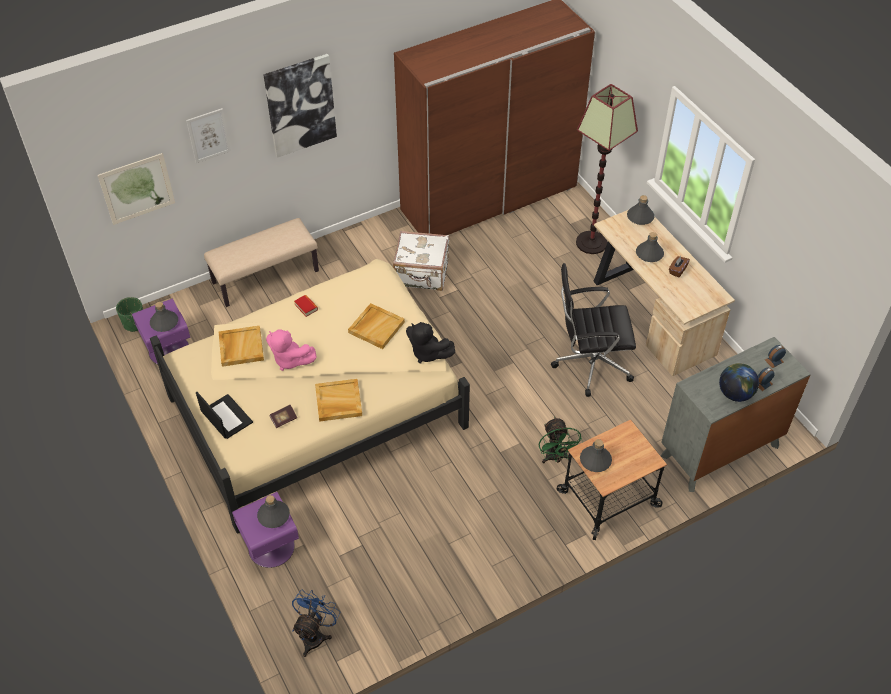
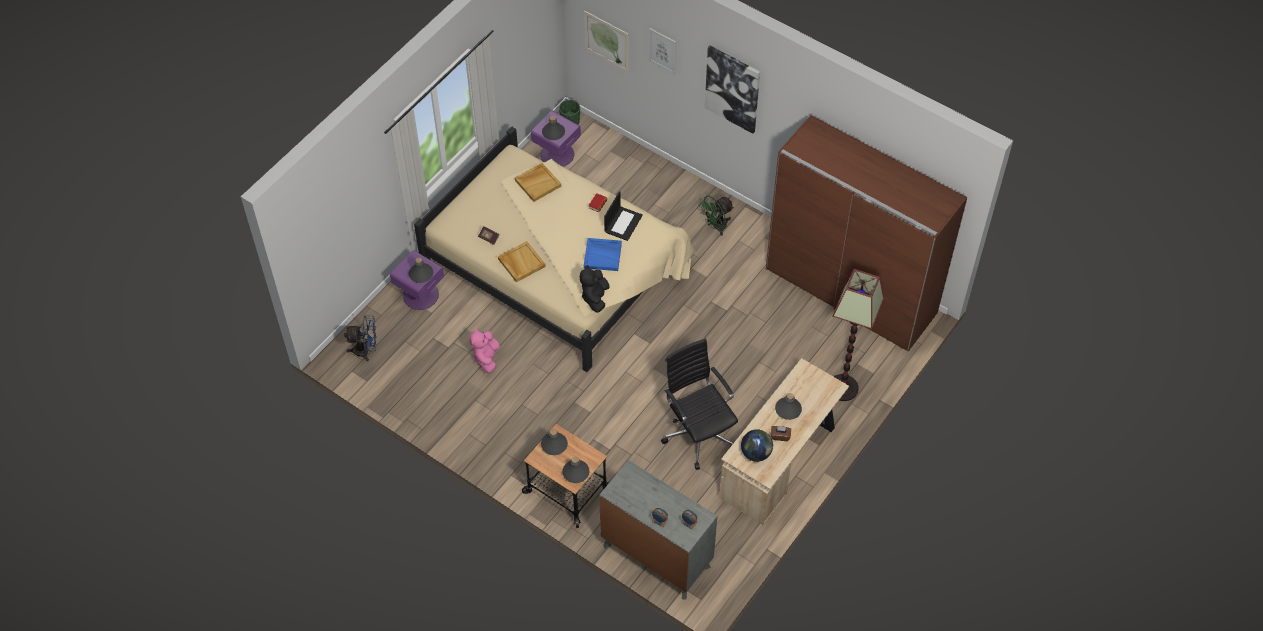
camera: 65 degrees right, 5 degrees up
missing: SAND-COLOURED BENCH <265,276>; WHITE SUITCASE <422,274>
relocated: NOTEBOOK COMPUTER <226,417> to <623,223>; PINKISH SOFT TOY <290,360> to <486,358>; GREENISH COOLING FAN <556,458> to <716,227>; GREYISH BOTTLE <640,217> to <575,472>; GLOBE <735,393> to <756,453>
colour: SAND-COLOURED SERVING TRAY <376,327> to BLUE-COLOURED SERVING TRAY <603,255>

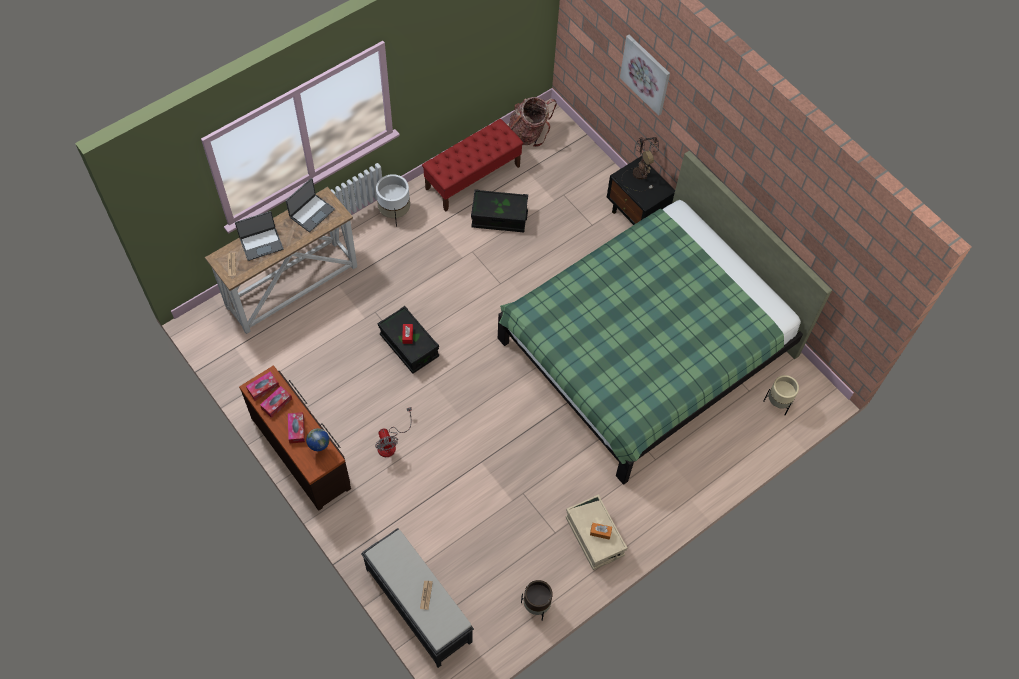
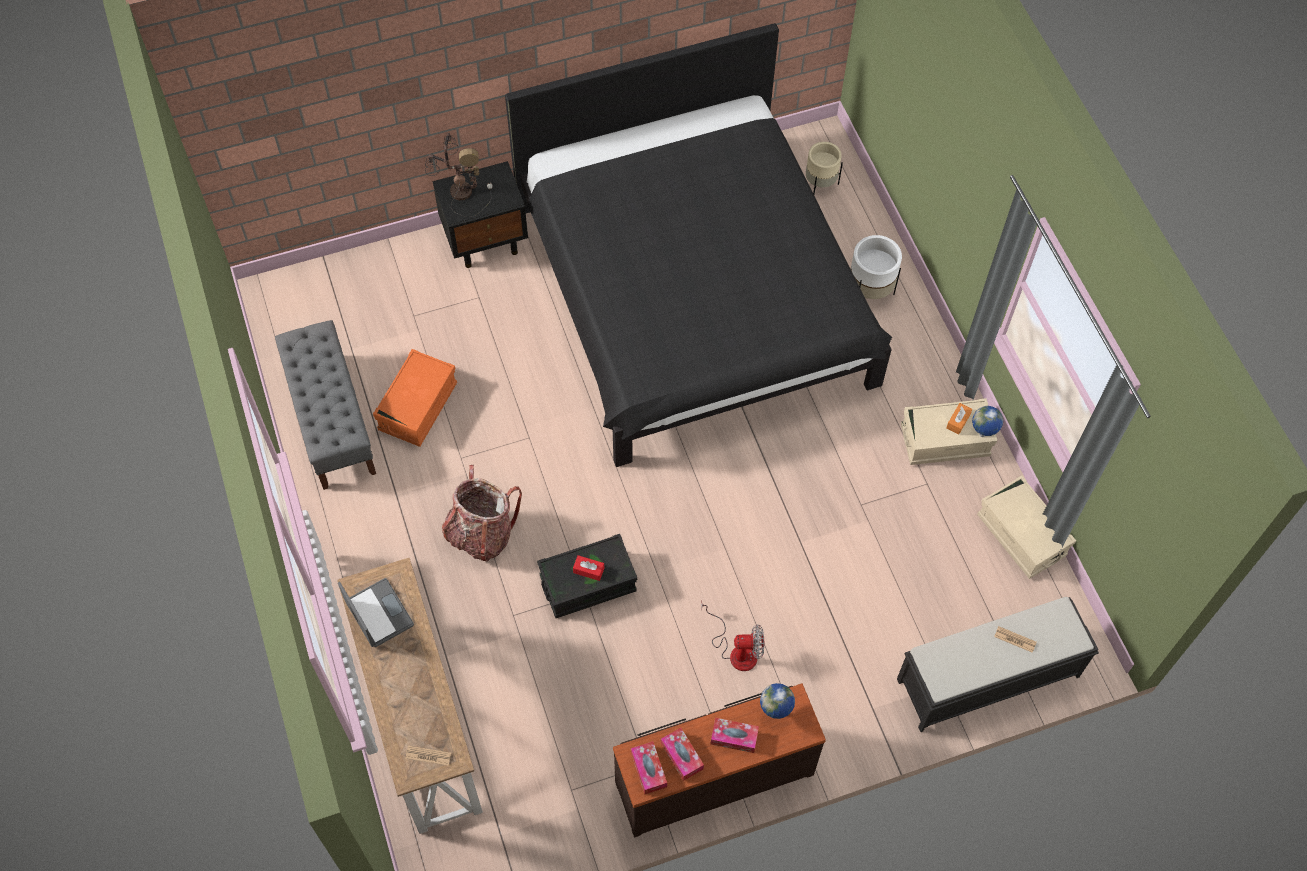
camera: 70 degrees left, 0 degrees up
missing: NOTEBOOK COMPUTER <261,243>; WALL ART <646,74>
appeared: GLOBE <982,435>
relocated: WHITE PLANTER <394,213> to <869,291>; RUCKSACK <528,134> to <481,533>
exchanged: BROWNISH PLANTER <536,606> to SAND-COLOURED STORAGE BOX <1021,535>
colour: RED BENCH <473,177> to GREYISH BENCH <331,420>; BLACKISH STORAGE BOX <499,218> to ORANGEY STORAGE BOX <418,407>; GREENISH BED <646,347> to BLACKISH BED <693,297>

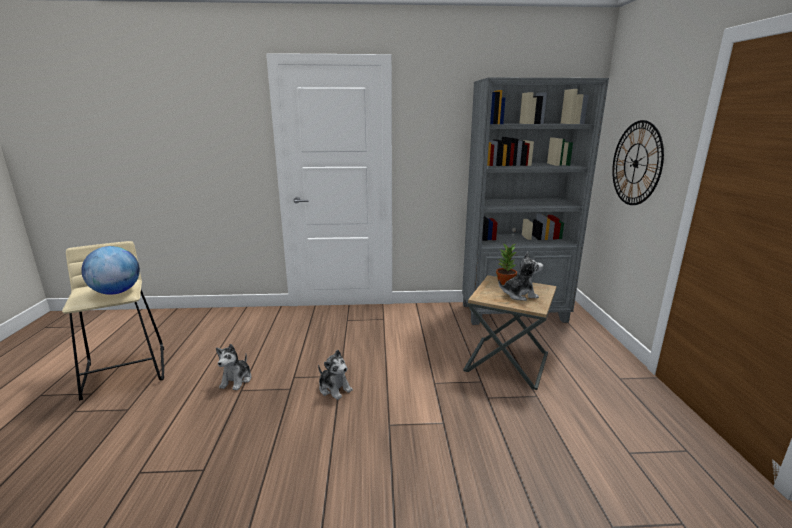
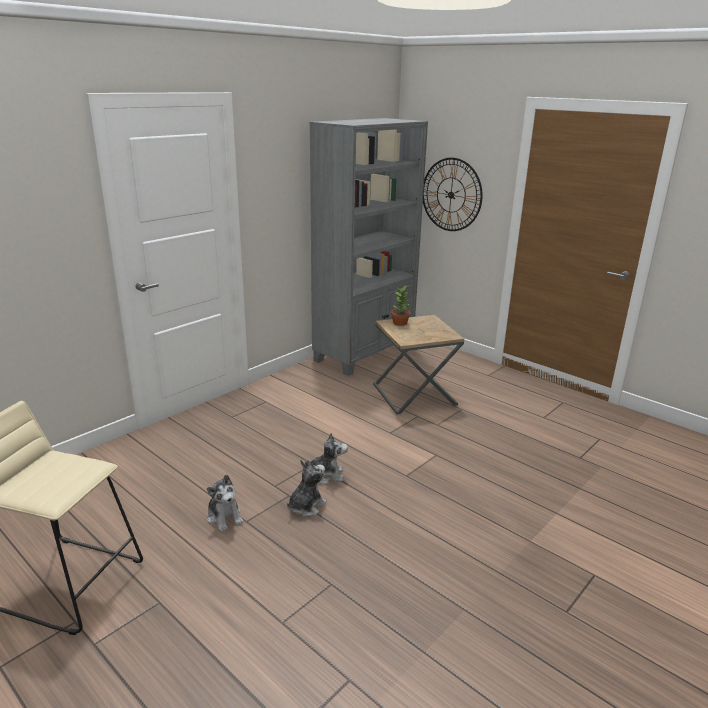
camera: 45 degrees left, 5 degrees up
missing: GLOBE <116,292>
relocated: SOFT TOY <519,295> to <306,506>

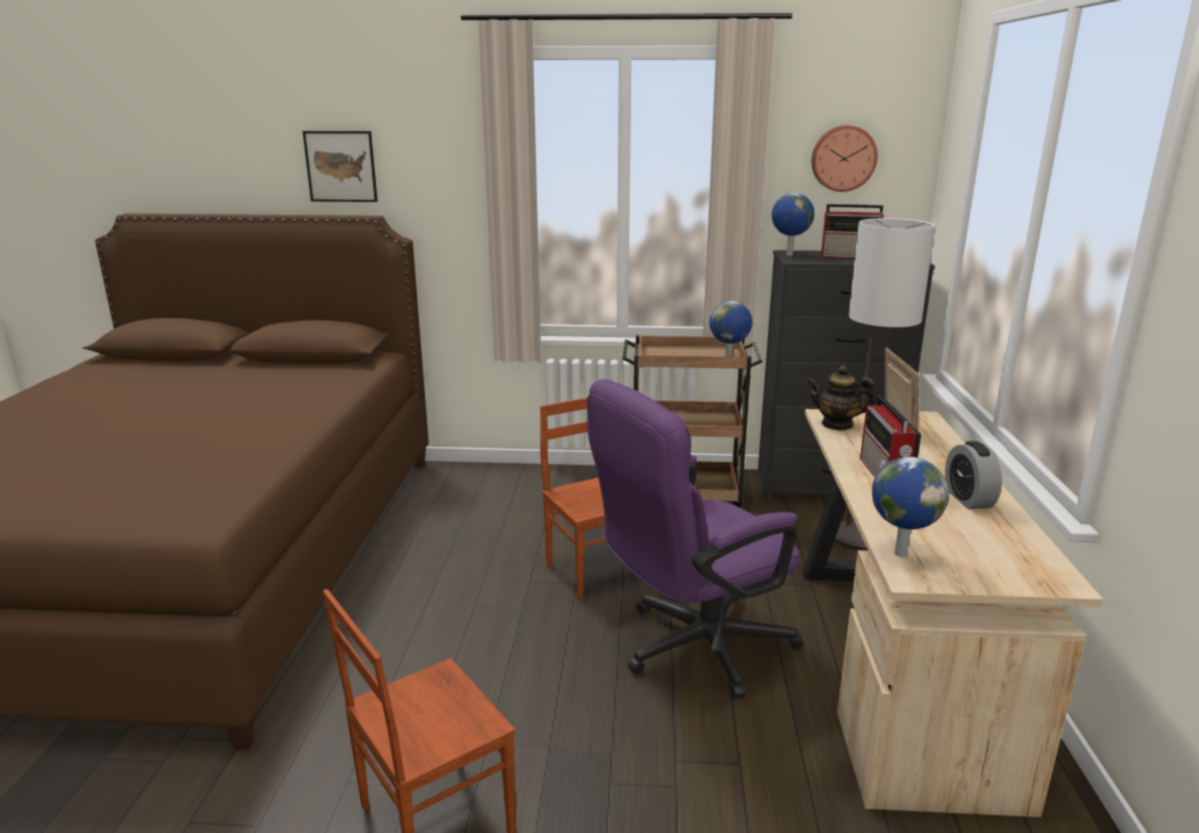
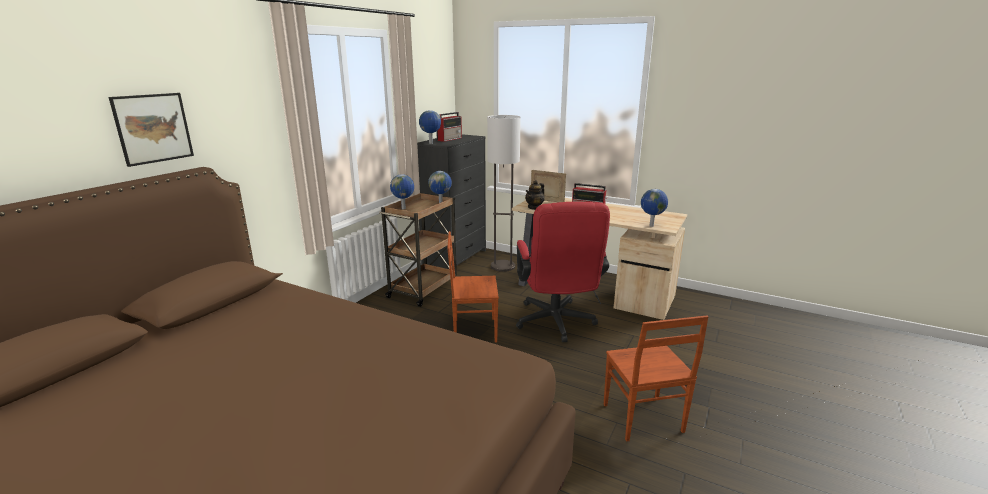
camera: 65 degrees left, 0 degrees up
missing: CLOCK ON THE WALL <843,158>; BEDSIDE CLOCK <968,499>
appeared: GLOBE <404,208>
colour: PURPLE-COLOURED OFFICE CHAIR <691,648> to RED OFFICE CHAIR <556,324>

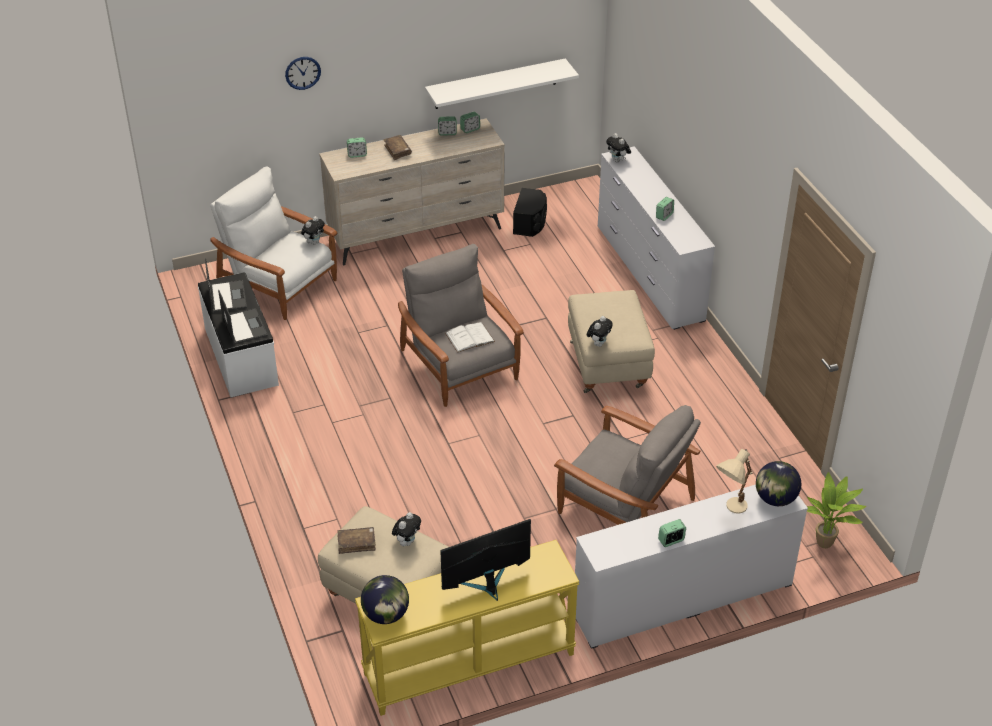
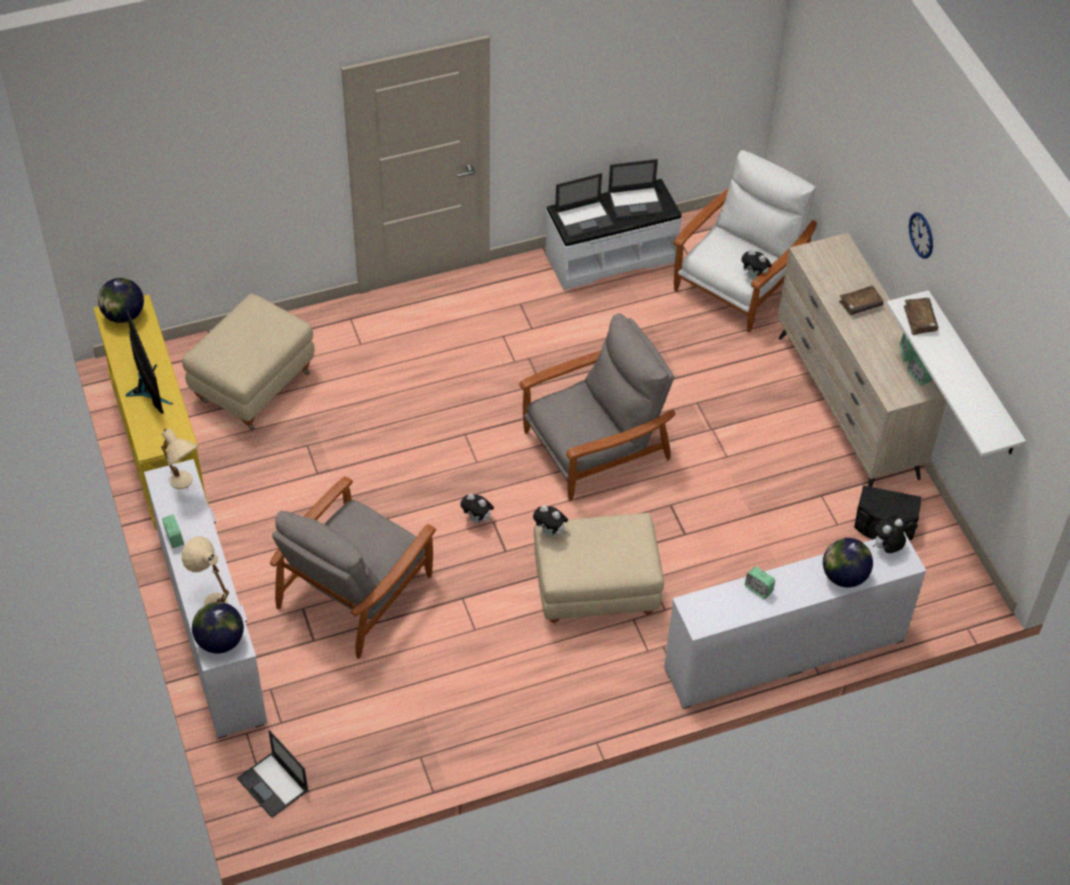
camera: 90 degrees right, 10 degrees up
missing: BEDSIDE CLOCK <357,154>; WHITE BOOK <469,337>
appeared: SAND-COLOURED TABLETOP LAMP <185,486>; GLOBE <844,576>
relocated: CLOCK ON THE WALL <303,73> to <921,235>; BROWNISH BOOK <356,543> to <920,320>; SOFT TOY <407,541> to <478,519>
exchanged: POTTED PLANT <827,544> to NOTEBOOK COMPUTER <273,785>

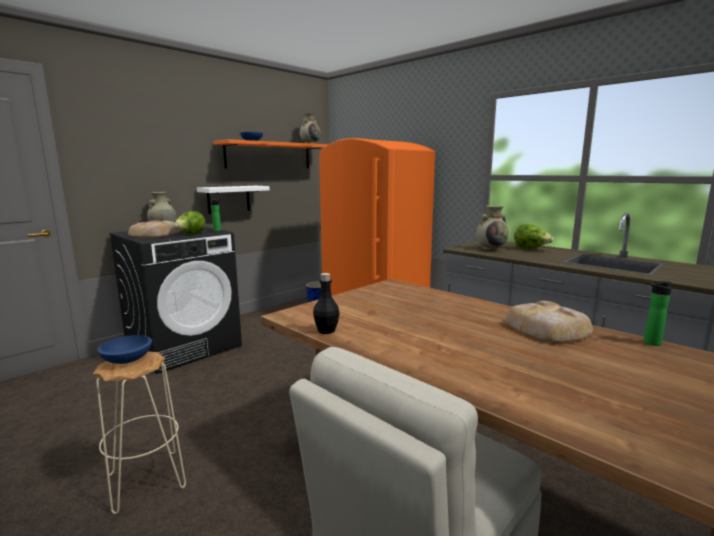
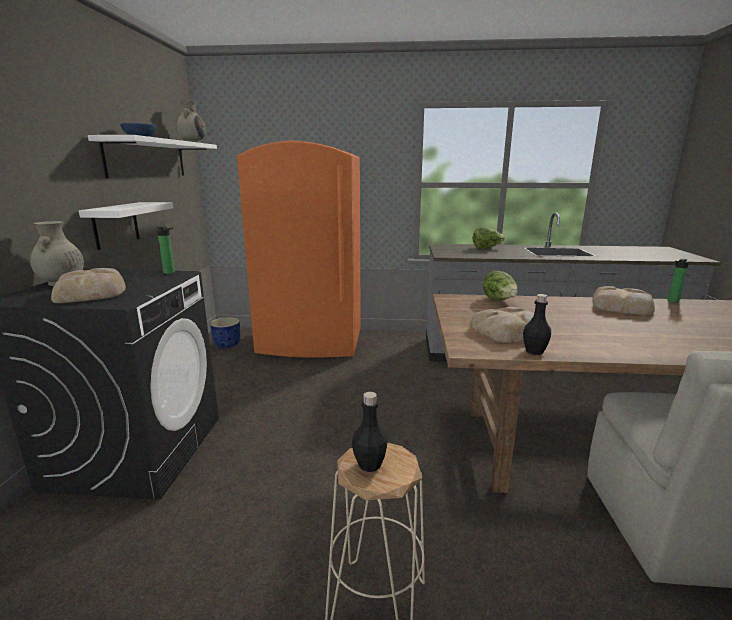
camera: 40 degrees left, 5 degrees up
missing: SAND-COLOURED FLOWER VASE <491,248>
appeared: BREAD <509,331>
relocated: LETTUCE <190,234> to <499,300>
exchanged: BLUE-COLOURED DEEP DISH <126,360> to BLACKISH BOTTLE <369,464>
colour: ORANGEY BRACKET SHELF <269,156> to WHITE BRACKET SHELF <147,158>

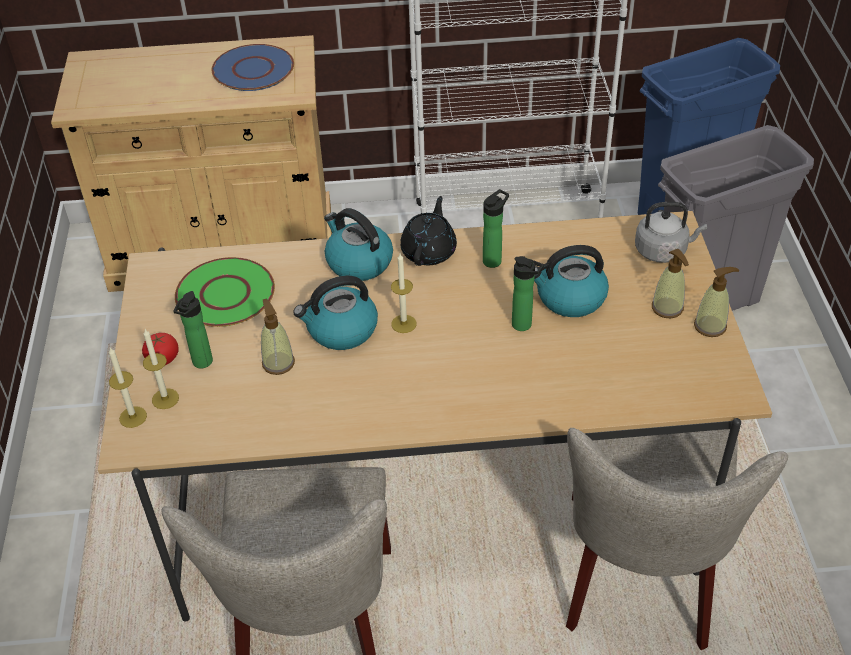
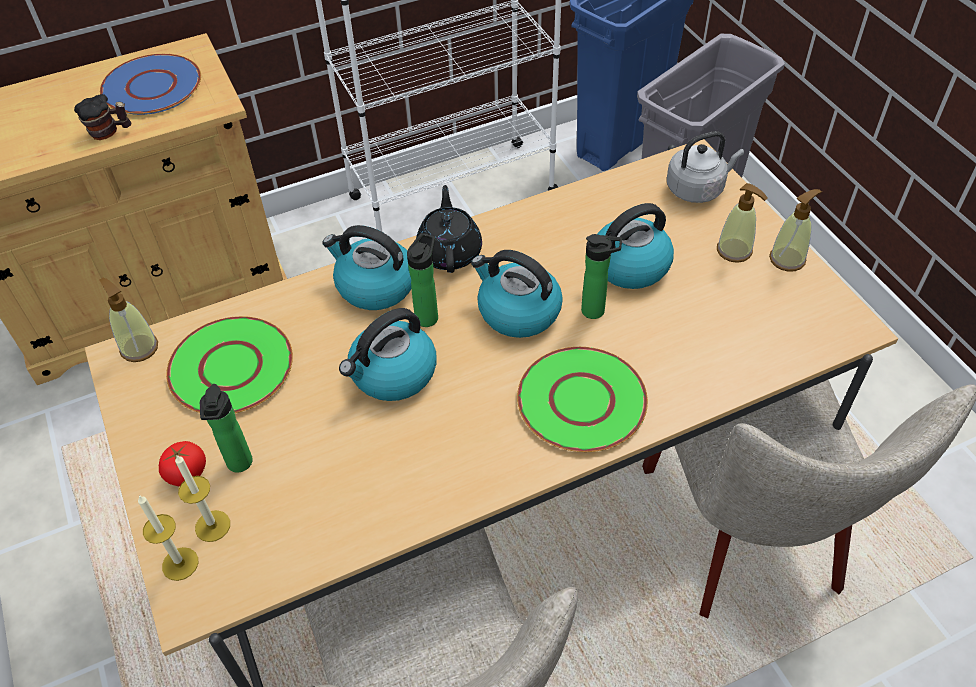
camera: 20 degrees left, 5 degrees up
missing: WAX LIGHT <403,324>
appeared: MUG <109,132>; TEA KETTLE <517,311>; GREENISH FLAT DISH <581,401>
relocated: SOAP BOTTLE <278,363> to <139,348>; BOTTLE <494,260> to <428,316>

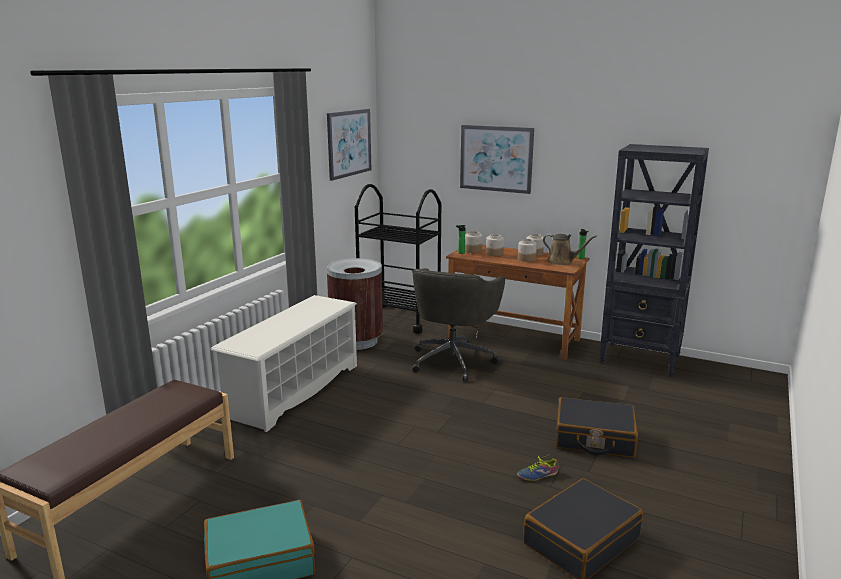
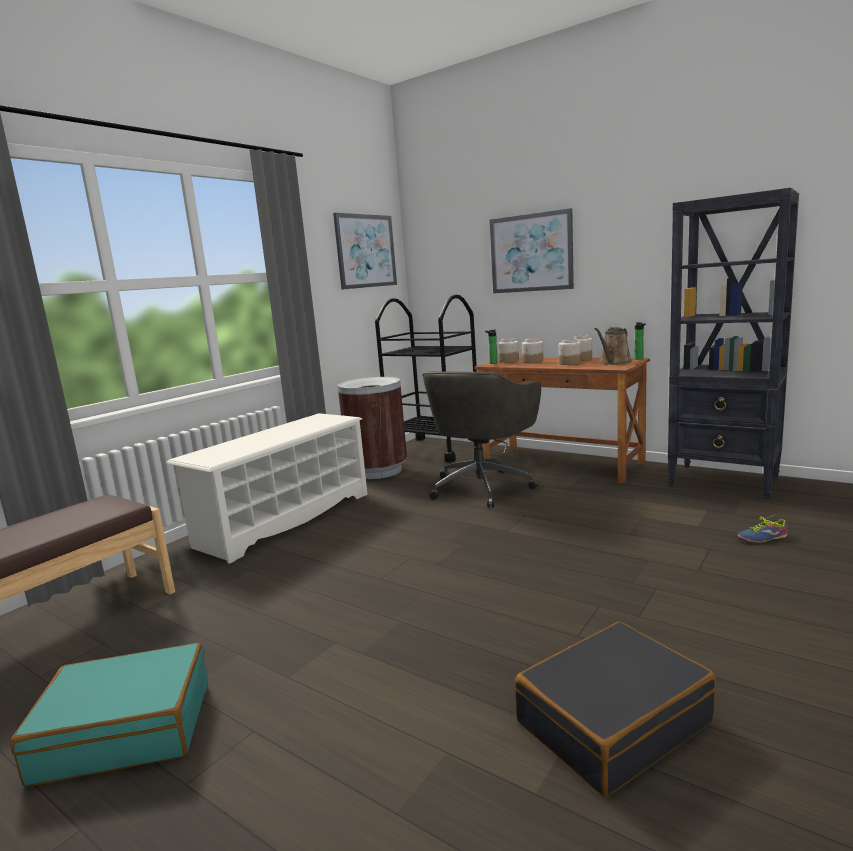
camera: 10 degrees right, 5 degrees down
missing: BLACKISH SUITCASE <594,438>
relocated: SHOE <536,474> to <761,537>
spun: BROWNISH SPRINKLING CAN <562,262> = <614,362> 90 degrees clockwise

